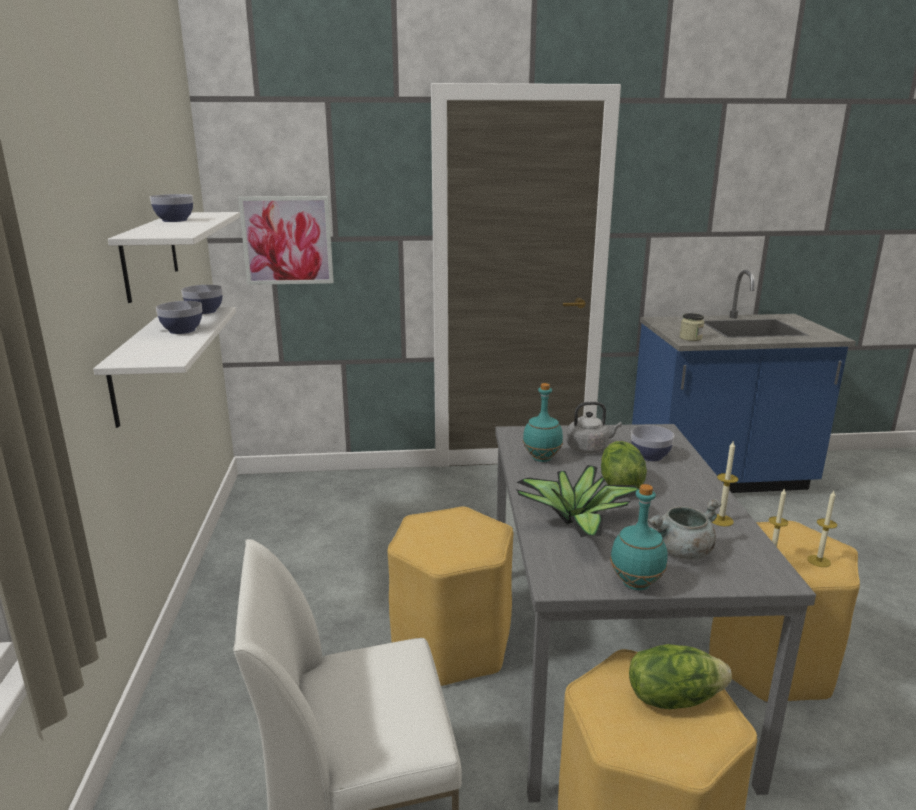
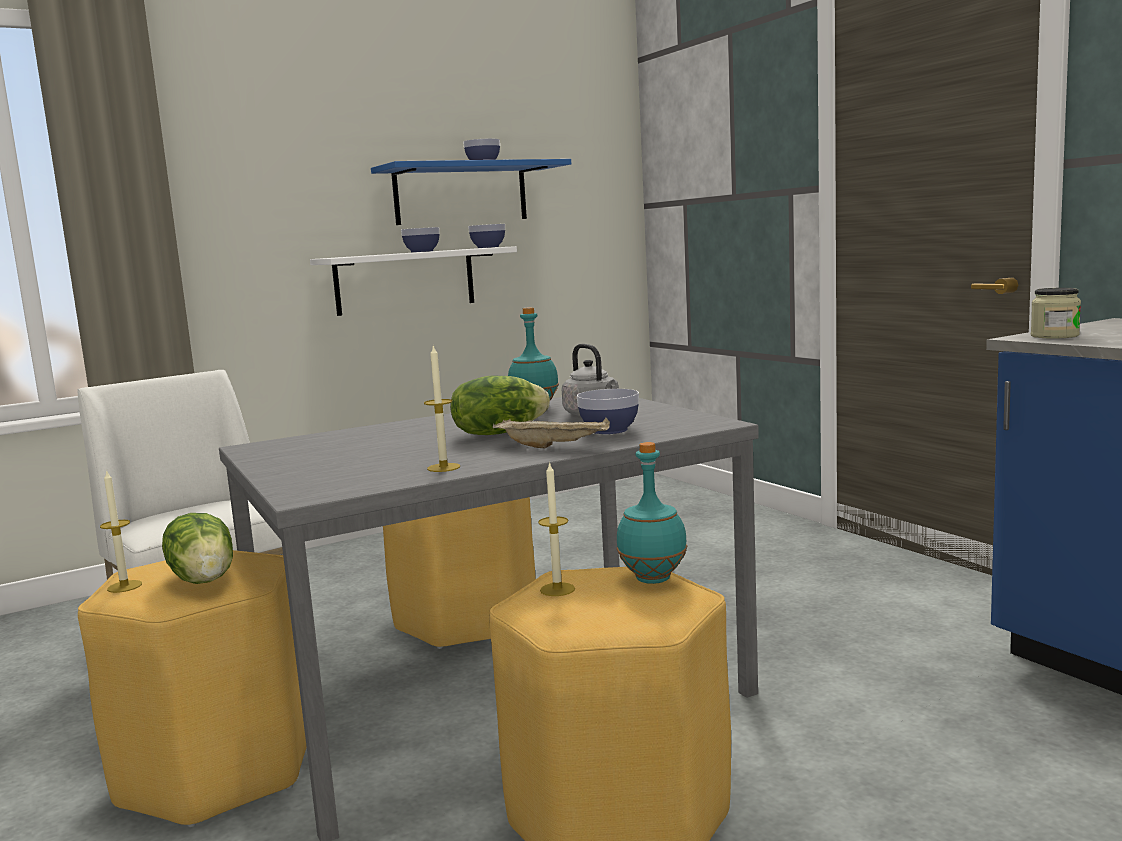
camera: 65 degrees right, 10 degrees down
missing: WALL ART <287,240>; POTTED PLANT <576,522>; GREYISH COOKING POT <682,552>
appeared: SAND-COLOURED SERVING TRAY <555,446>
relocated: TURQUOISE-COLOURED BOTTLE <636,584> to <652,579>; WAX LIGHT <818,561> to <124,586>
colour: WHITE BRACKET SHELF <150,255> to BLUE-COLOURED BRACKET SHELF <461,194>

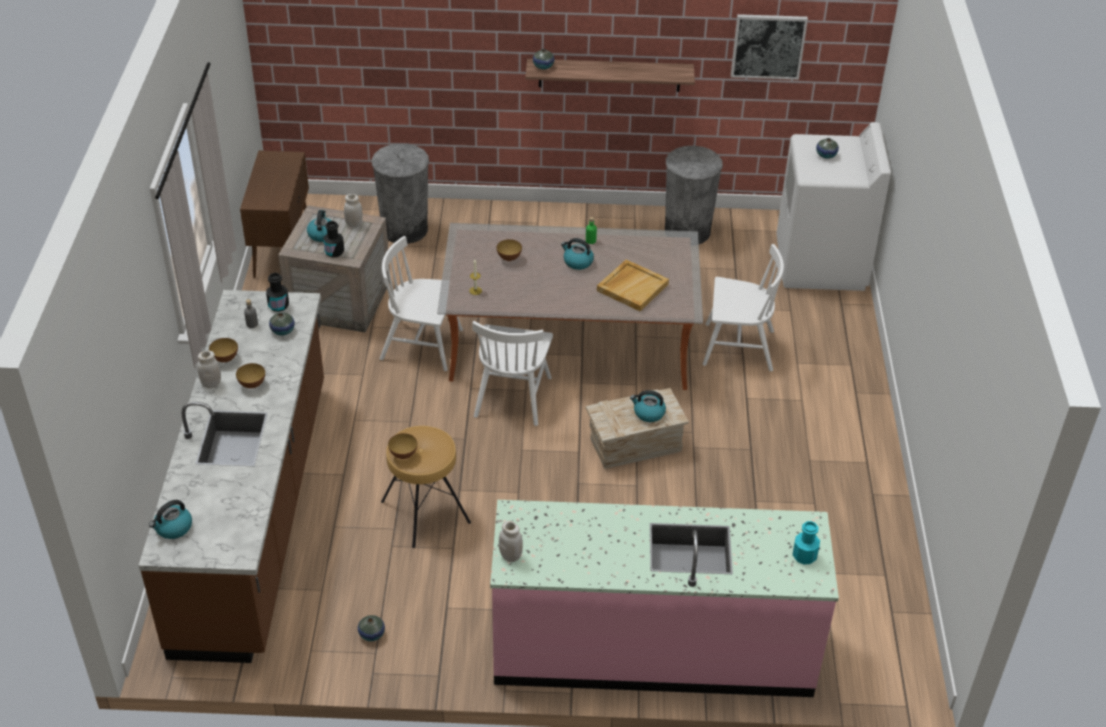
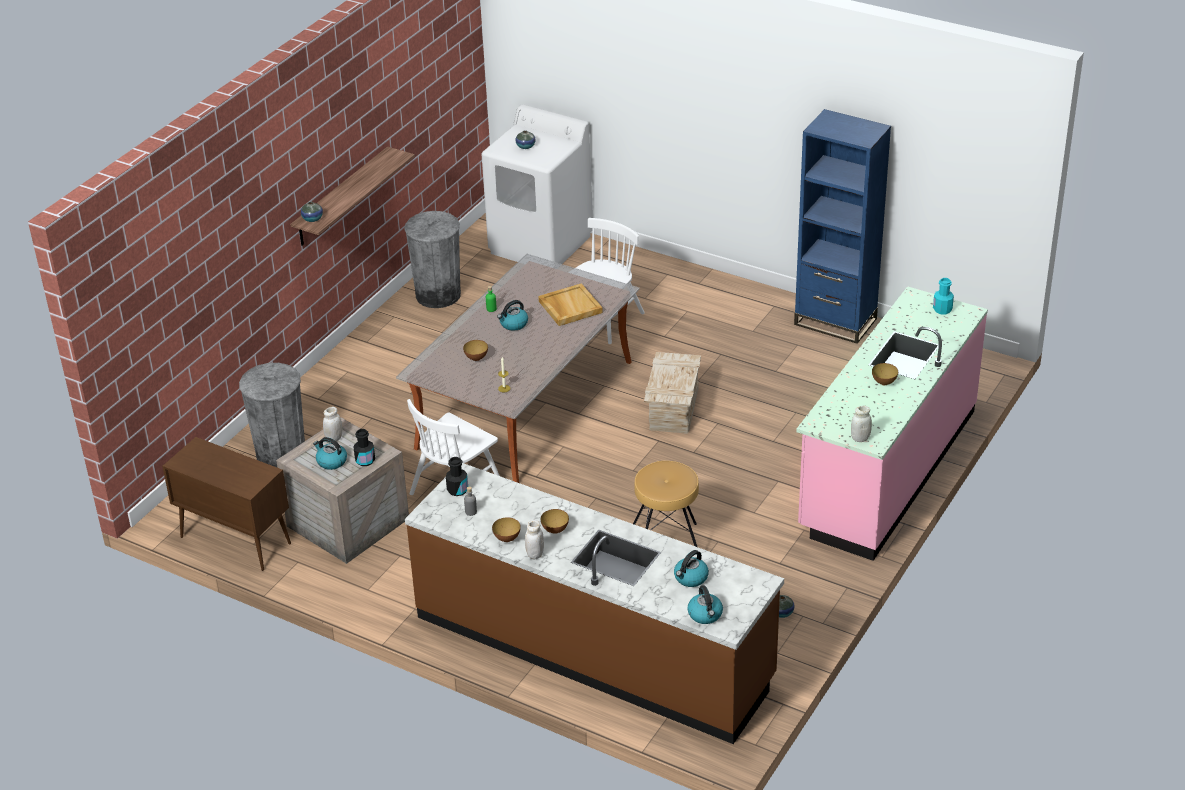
camera: 60 degrees left, 5 degrees down
missing: FLOWER VASE <282,331>; WHITE UPRIGHT CHAIR <512,396>; WALL ART <768,46>
appeared: BLUE-COLOURED BOOKCASE <835,322>
relocated: DEEP DISH <403,455> to <884,382>; TEA KETTLE <648,413> to <690,578>

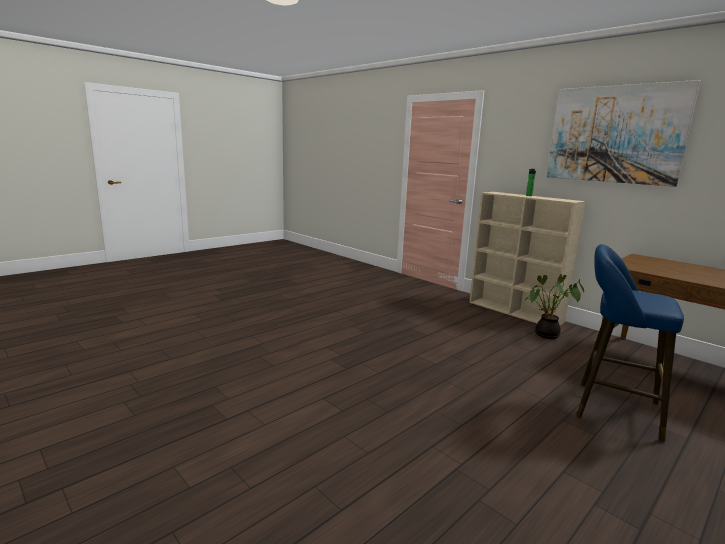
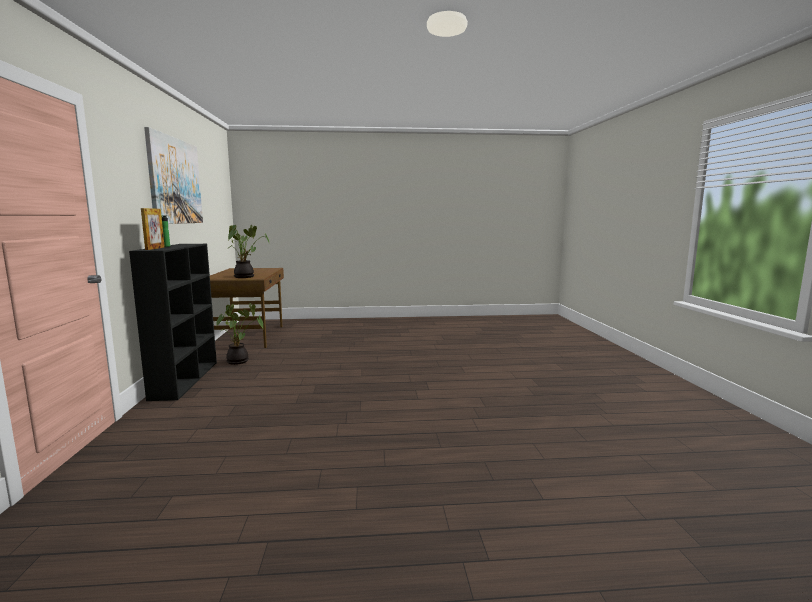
camera: 140 degrees left, 5 degrees down
missing: BLUE-COLOURED STOOL <611,408>
appeared: PICTURE FRAME <155,248>; POTTED PLANT <246,277>
colour: SAND-COLOURED BOOKCASE <515,312> to BLACKISH BOOKCASE <185,379>

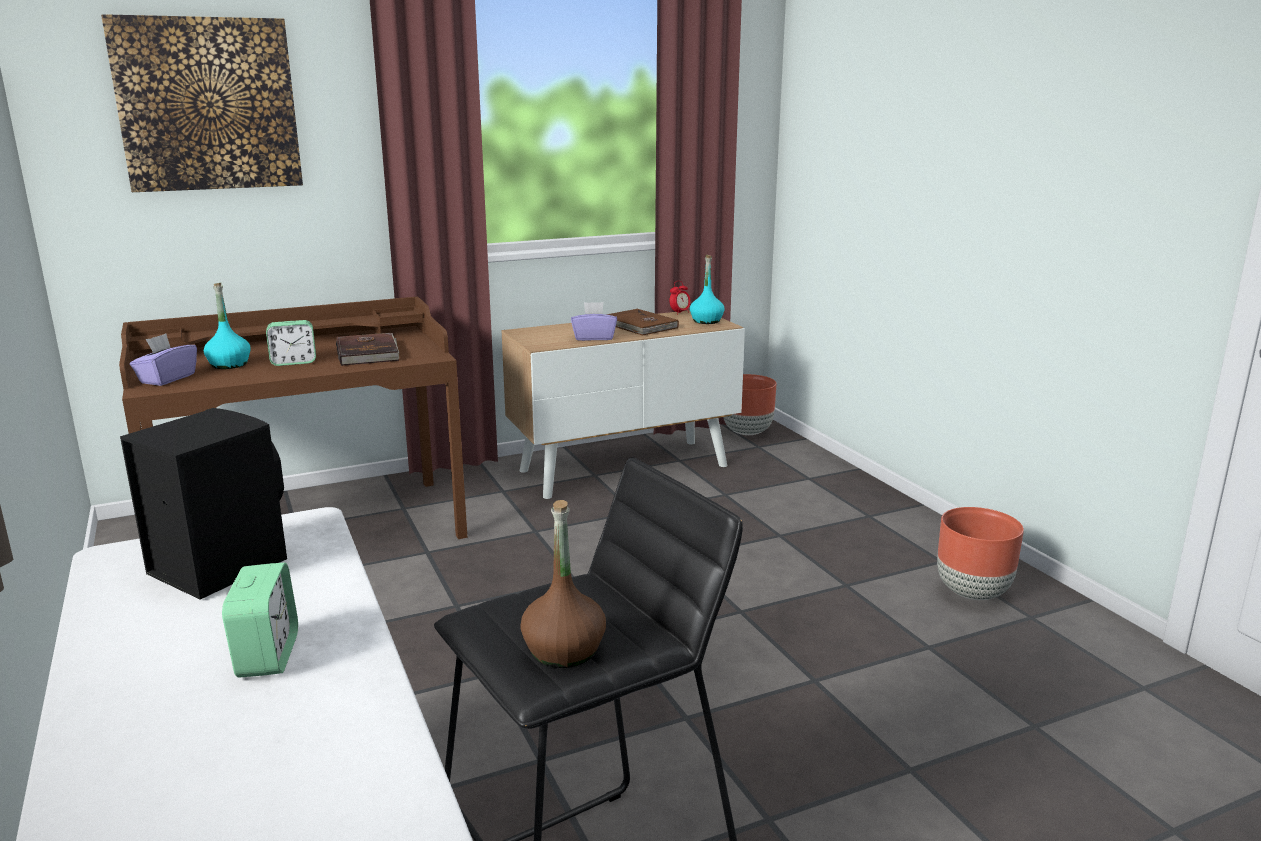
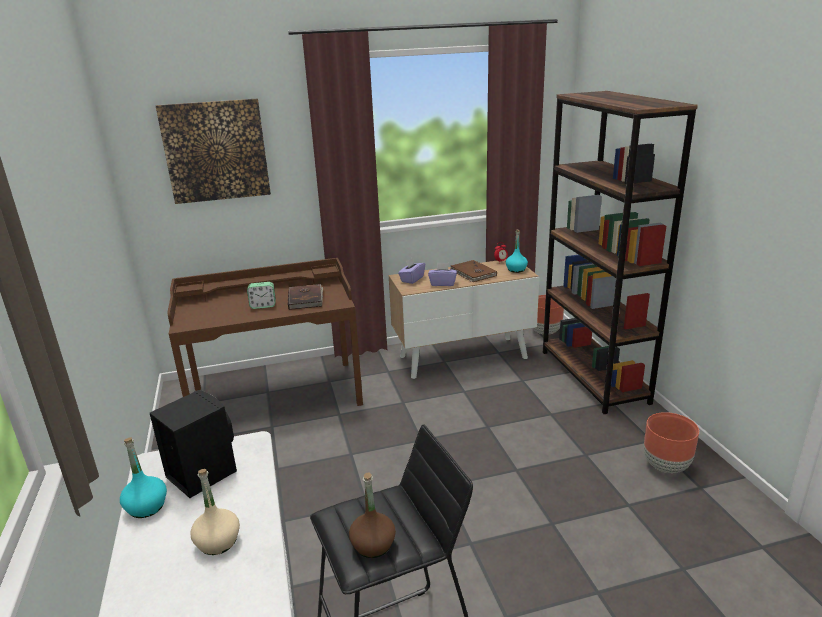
camera: 10 degrees right, 5 degrees up
appeared: BROWNISH BOOKCASE <593,376>
relocated: PURPLE-COLOURED TISSUE HOLDER <167,379> to <412,279>; TURQUOISE-COLOURED BOTTLE <229,365> to <146,507>
exchanged: BEDSIDE CLOCK <267,656> to SAND-COLOURED BOTTLE <218,542>

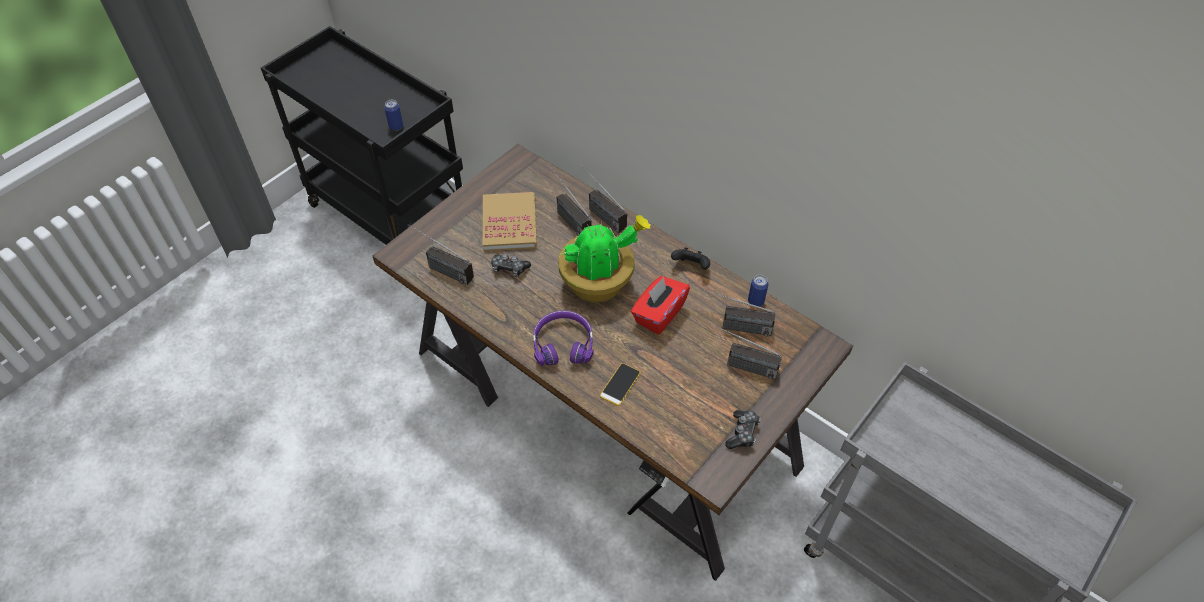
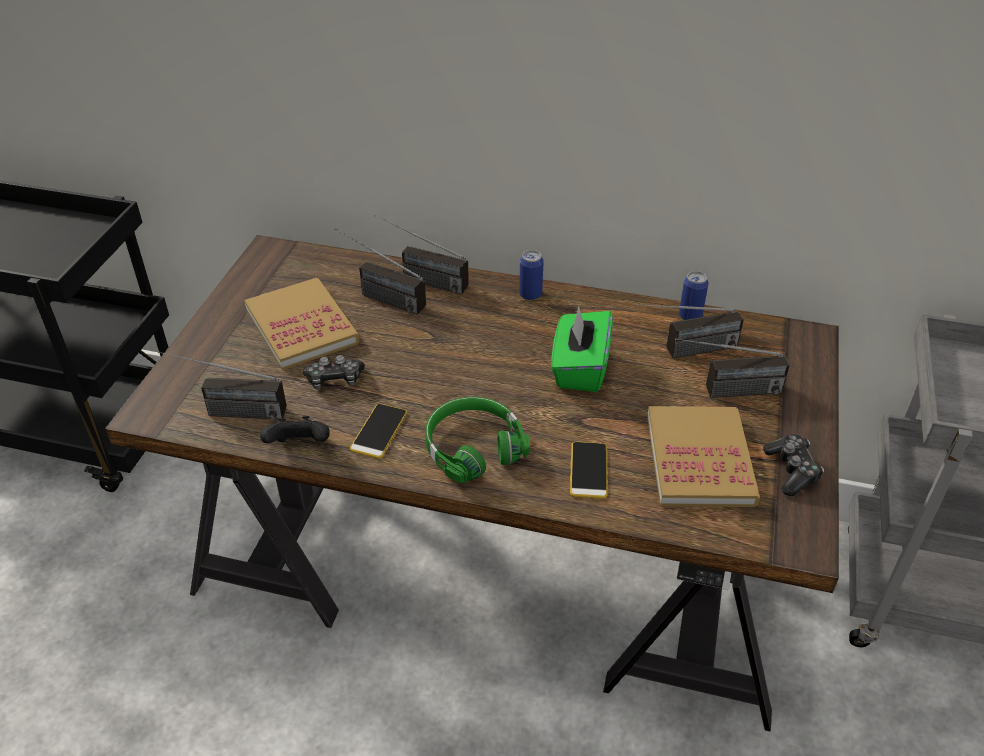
camera: 25 degrees left, 10 degrees down
missing: POTTED PLANT <599,283>
appeared: HANDSET <379,431>; BOOK <699,460>
relocated: CAN <396,126> to <530,294>; BLACKISH GAME CONTROLLER <691,266> to <300,446>
colour: PURPLE-COLOURED HEADPHONES <563,343> to GREENISH HEADPHONES <473,446>; RED TISSUE HOLDER <658,314> to GREENISH TISSUE HOLDER <579,368>

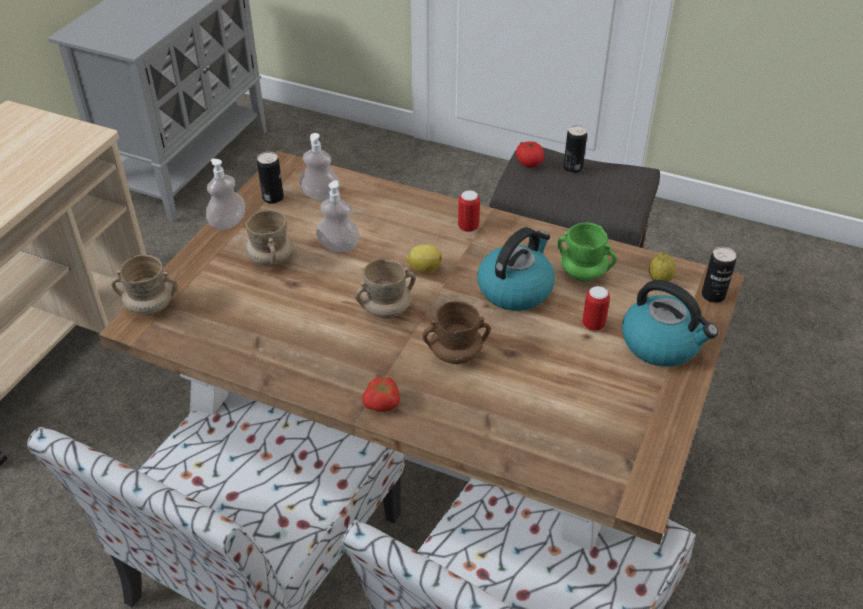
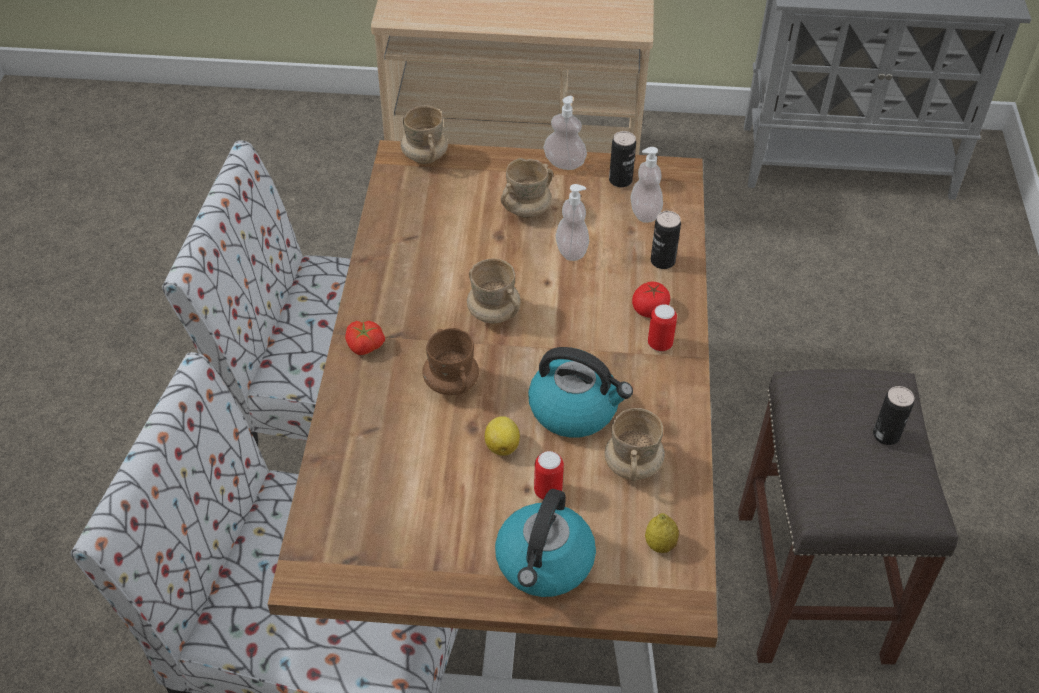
camera: 70 degrees right, 5 degrees up
relocated: LEMON <424,269> to <502,445>; WHOLE TOMATO <529,163> to <650,309>; CAN <713,295> to <662,261>
colour: GREENISH MUG <583,273> to SAND-COLOURED MUG <633,466>

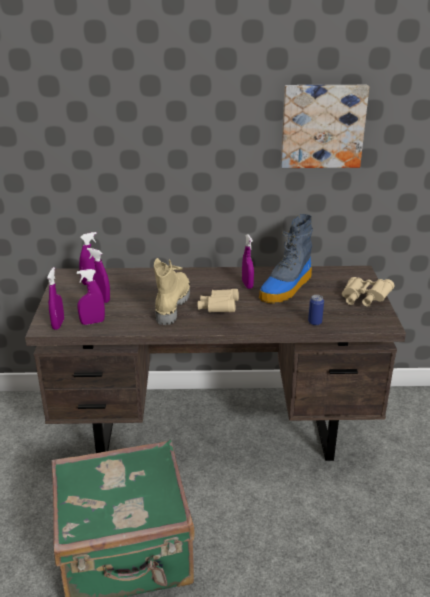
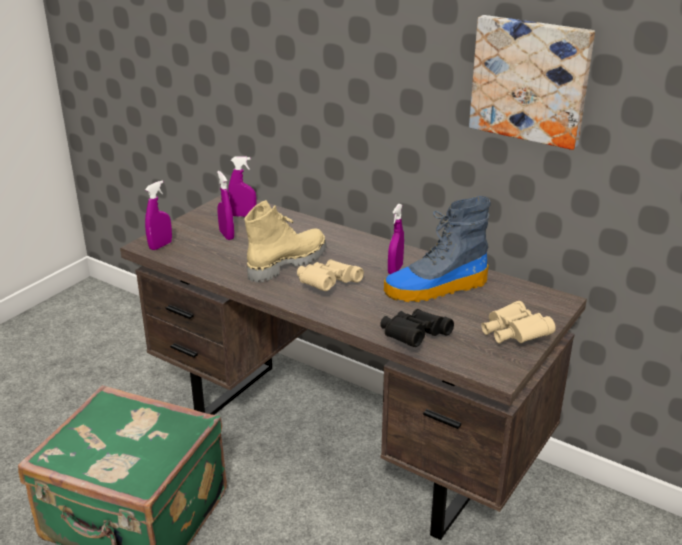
camera: 35 degrees right, 0 degrees up
missing: PURPLE-COLOURED HAND SPRAYER <92,322>
exchanged: CAN <315,322> to BLACKISH FIELD GLASSES <413,338>

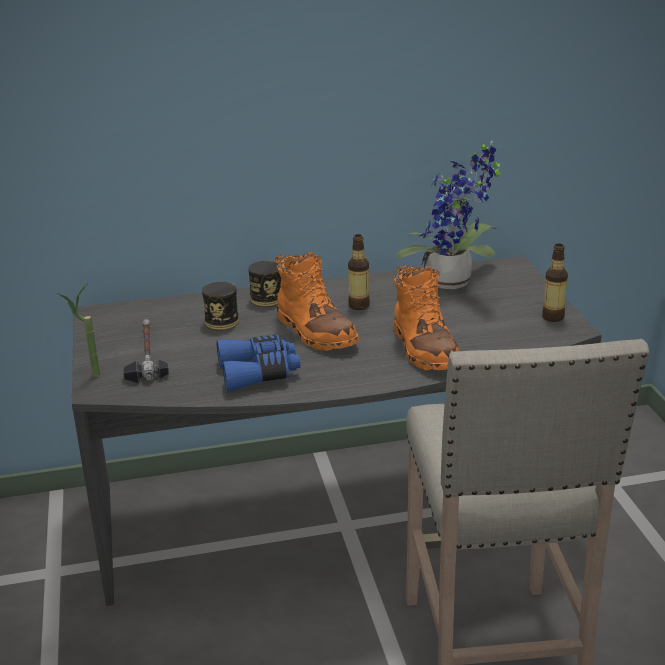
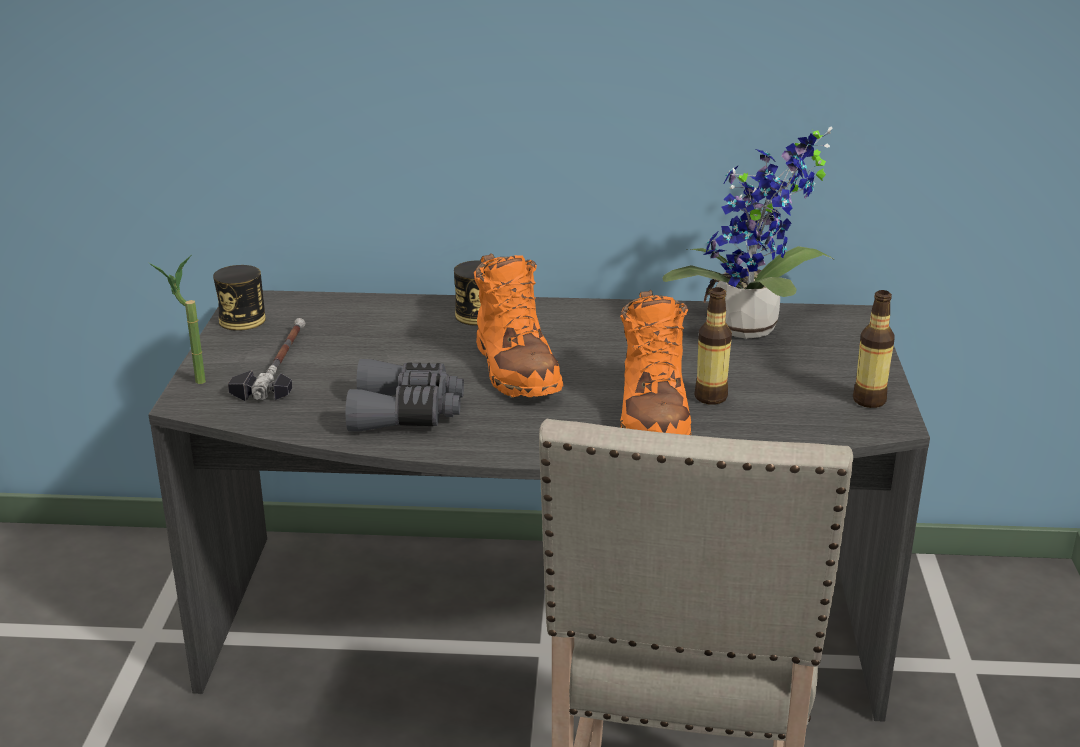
camera: 15 degrees right, 0 degrees up
relocated: CAN <222,322> to <242,320>; BOTTLE <359,306> to <710,397>
colour: BLUE-COLOURED FIELD GLASSES <259,373> to GREYISH FIELD GLASSES <407,413>

